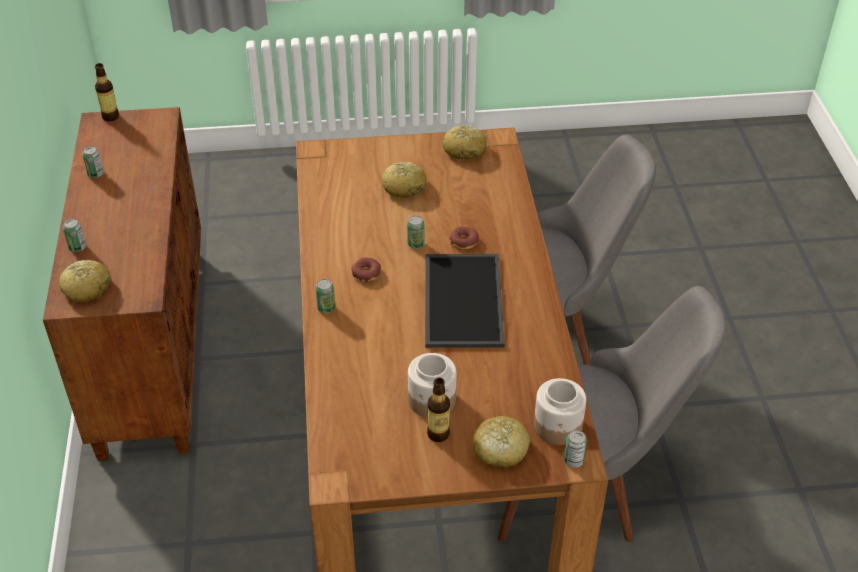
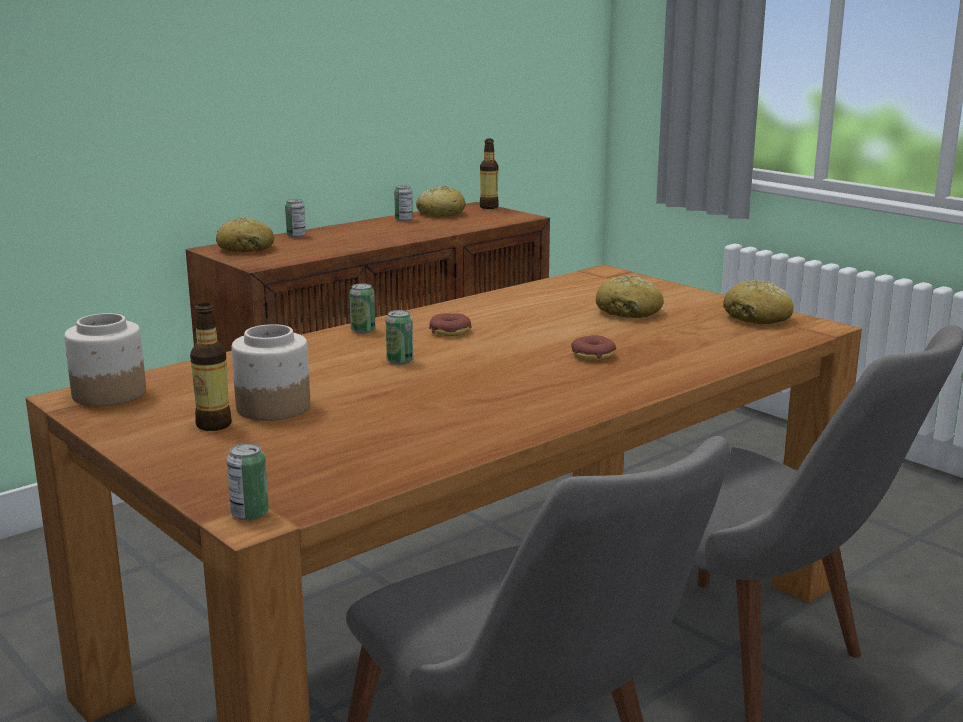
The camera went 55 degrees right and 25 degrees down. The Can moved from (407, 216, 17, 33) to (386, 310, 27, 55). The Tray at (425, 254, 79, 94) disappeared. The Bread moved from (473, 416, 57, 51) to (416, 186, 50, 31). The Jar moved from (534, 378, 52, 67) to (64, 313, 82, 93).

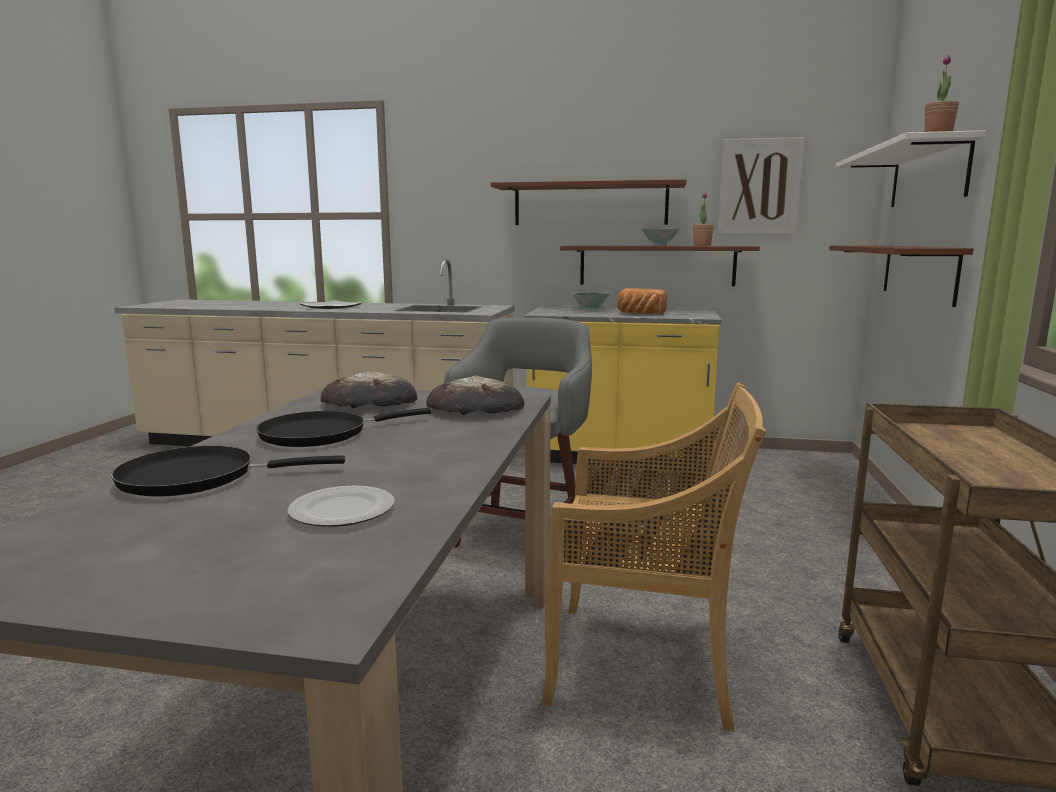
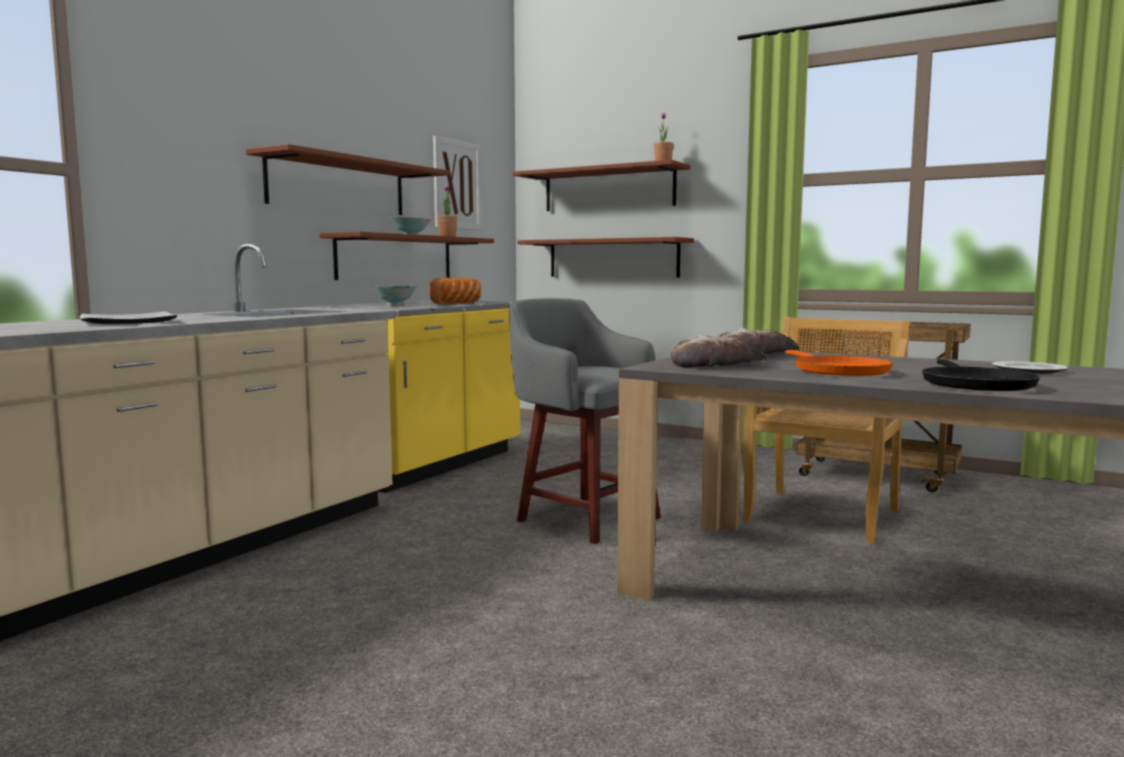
The camera went 70 degrees left and 5 degrees down. The BlackFryingPan at (256, 408, 175, 39) became the OrangeFryingPan at (786, 350, 107, 26). The WhiteShelf at (836, 130, 150, 77) became the BrownShelf at (512, 160, 178, 51).

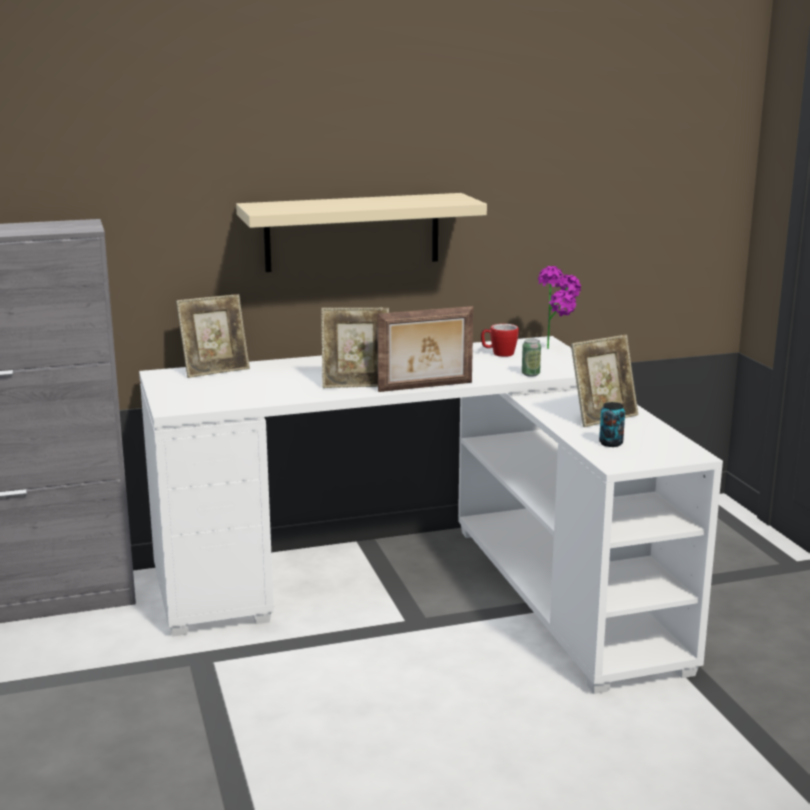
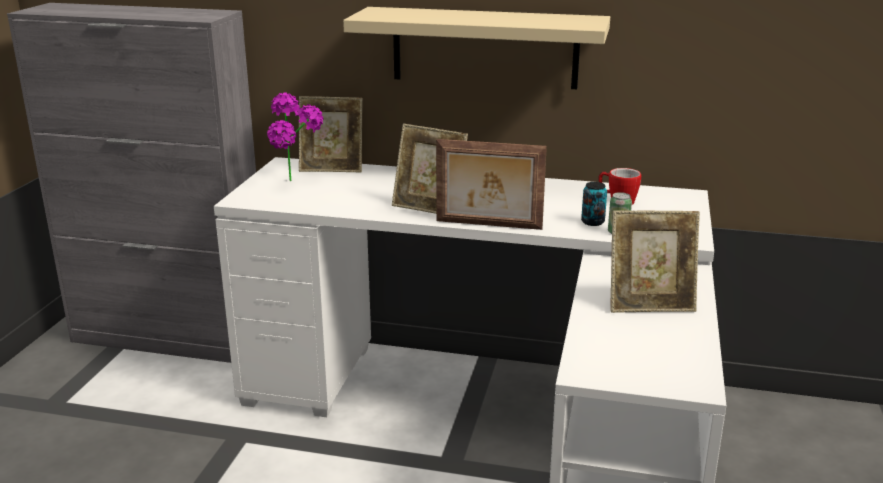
The camera went 30 degrees right and 5 degrees up. The PottedPlant moved from (538, 266, 43, 83) to (267, 93, 57, 88). The Can moved from (599, 402, 26, 45) to (581, 182, 26, 44).

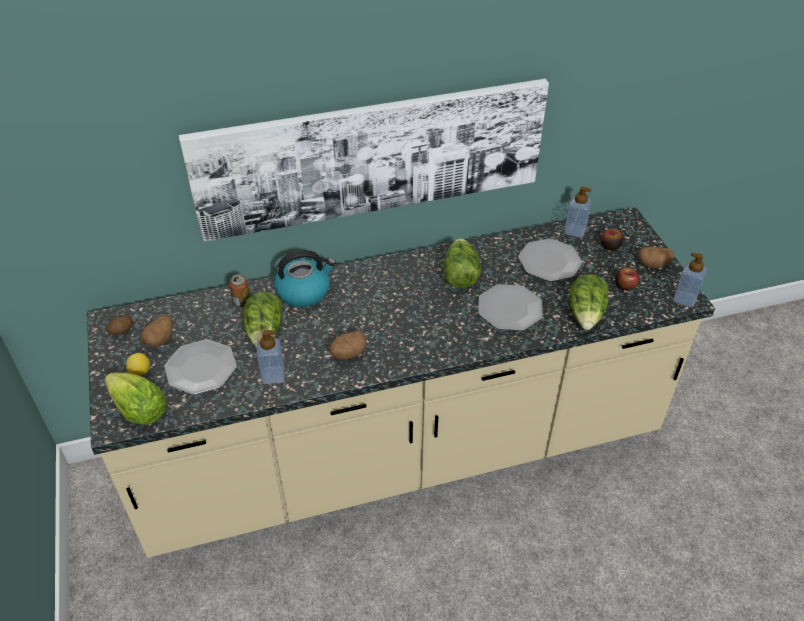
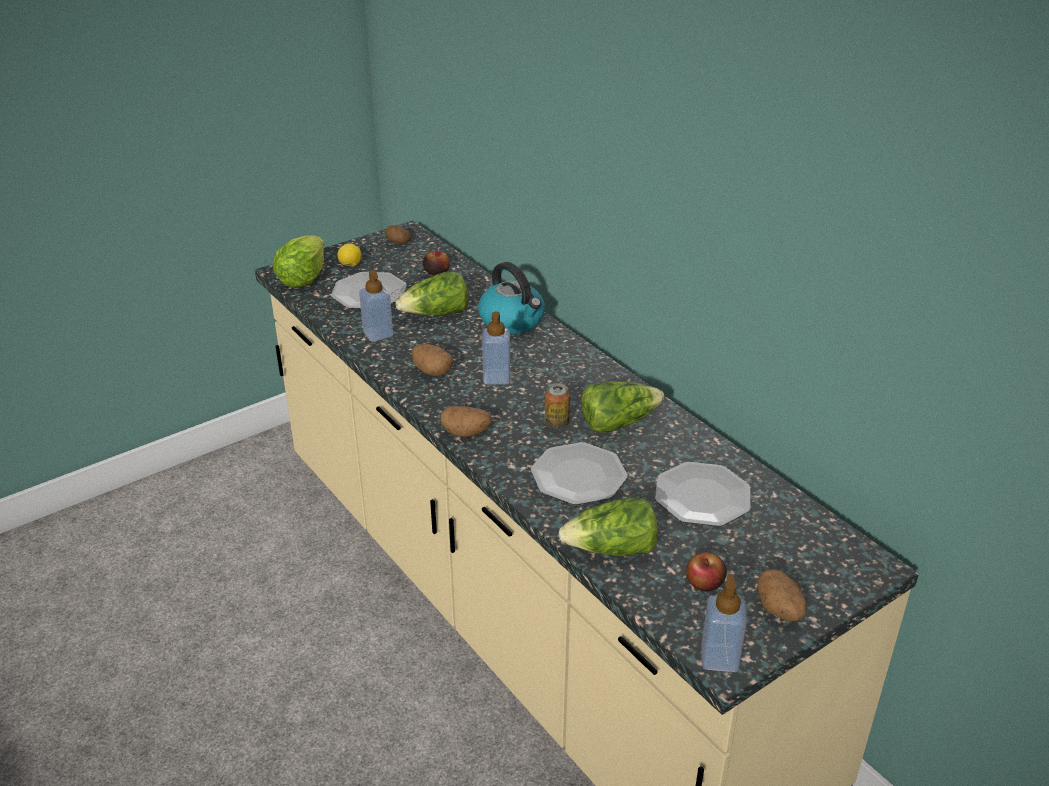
The camera went 70 degrees right and 10 degrees down. The Potato moved from (141, 315, 32, 32) to (440, 406, 51, 31). The Picture at (179, 79, 370, 163) disappeared. The Can moved from (229, 274, 21, 33) to (545, 383, 25, 46). The SoapDispenser moved from (565, 186, 26, 52) to (482, 312, 28, 73). The Apple moved from (600, 229, 23, 22) to (423, 251, 27, 24).

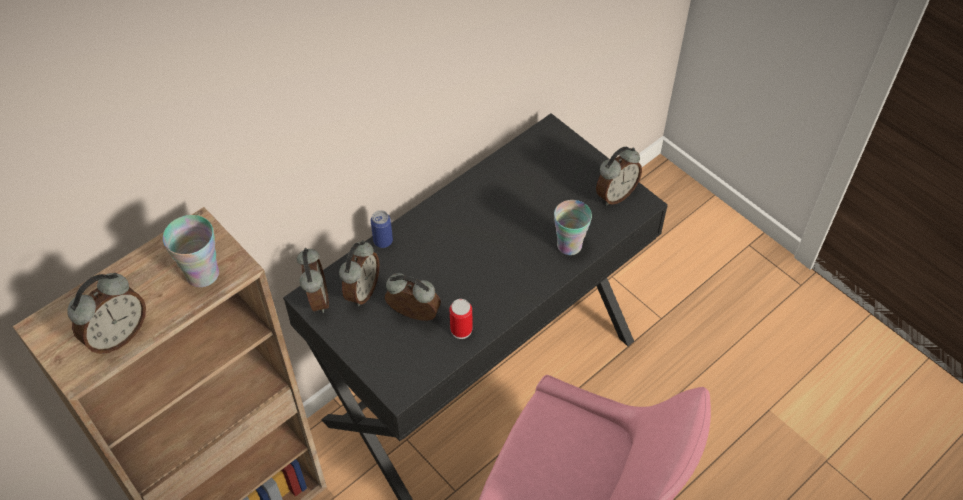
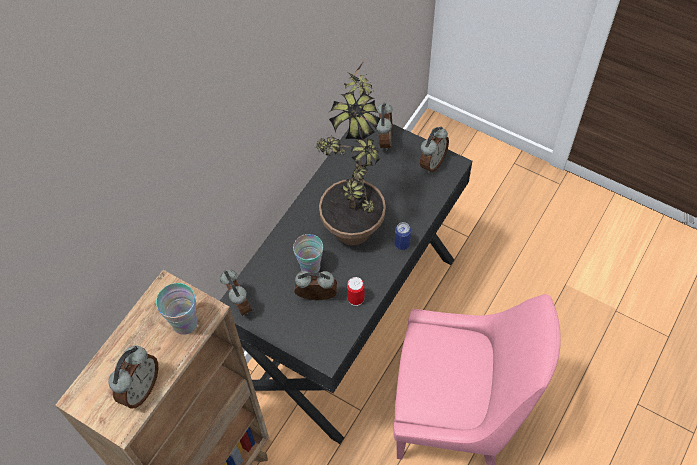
The camera went 15 degrees left and 5 degrees up. The AlarmClock moved from (339, 240, 40, 66) to (376, 102, 17, 49). The Can moved from (371, 210, 22, 38) to (395, 222, 16, 28). The Cup moved from (554, 200, 38, 55) to (293, 234, 30, 38). The PottedPlant at (316, 59, 70, 186) appeared.

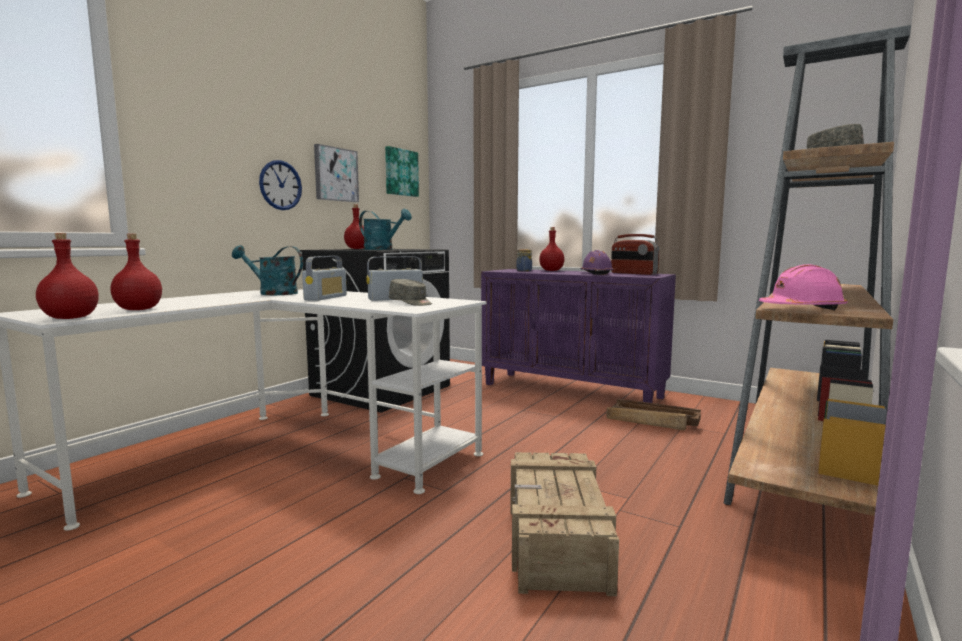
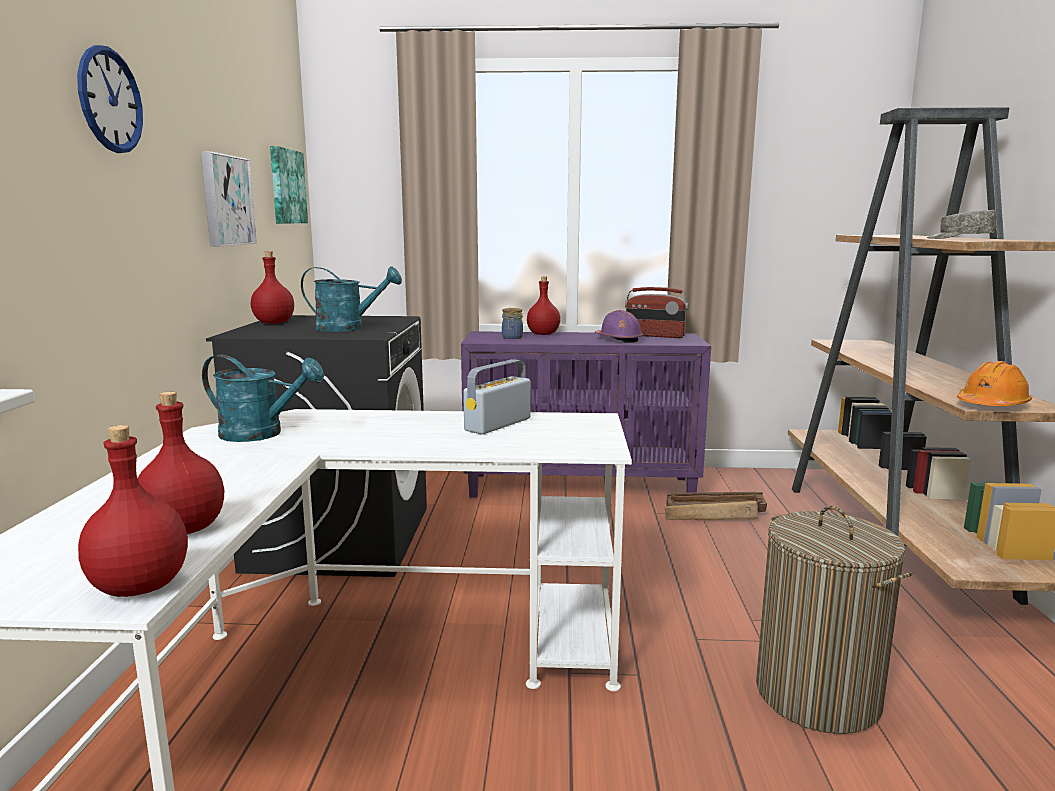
The camera went 30 degrees left and 5 degrees up. The TurquoiseWateringCan at (232, 245, 71, 50) turned 150 degrees counterclockwise. The WallClock moved from (259, 160, 43, 50) to (77, 45, 66, 108). The Radio at (302, 256, 45, 45) disappeared. The GreyCap at (389, 279, 43, 27) disappeared. The Crate at (510, 452, 109, 144) was replaced by the LaundryBasket at (756, 506, 156, 228). The PinkHardHat at (759, 264, 89, 47) became the OrangeHardHat at (957, 361, 75, 45).

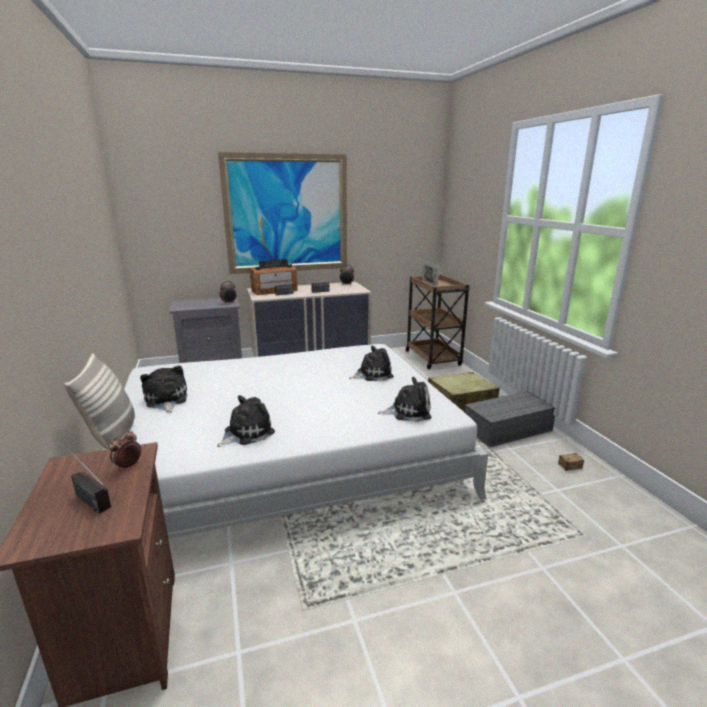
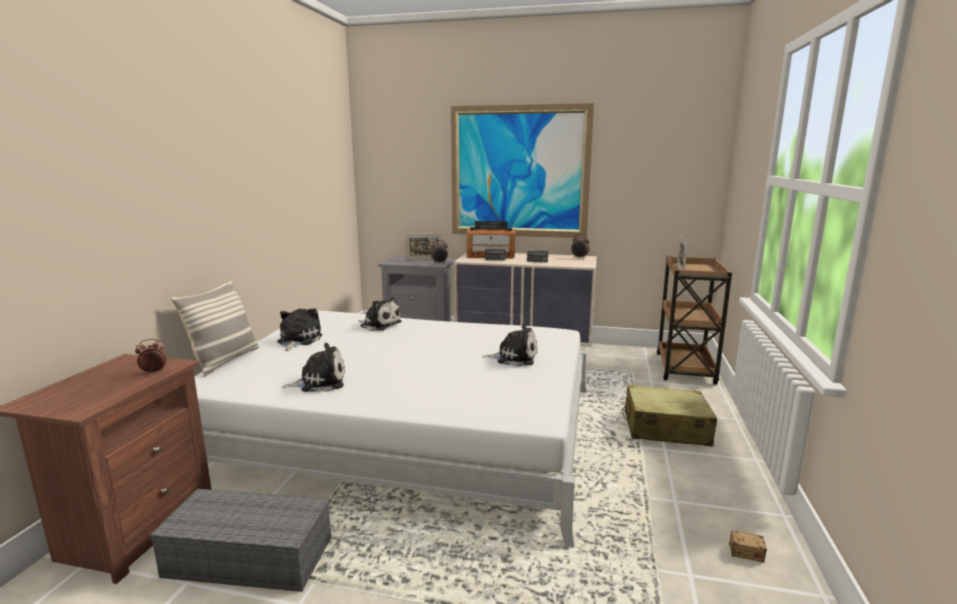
The camera went 30 degrees right and 5 degrees down. The Radio at (65, 447, 46, 67) disappeared. The PlushToy moved from (378, 377, 53, 45) to (358, 297, 44, 34). The GreyStorageBox moved from (465, 391, 90, 56) to (150, 489, 181, 103). The PictureFrame at (405, 234, 37, 26) appeared.

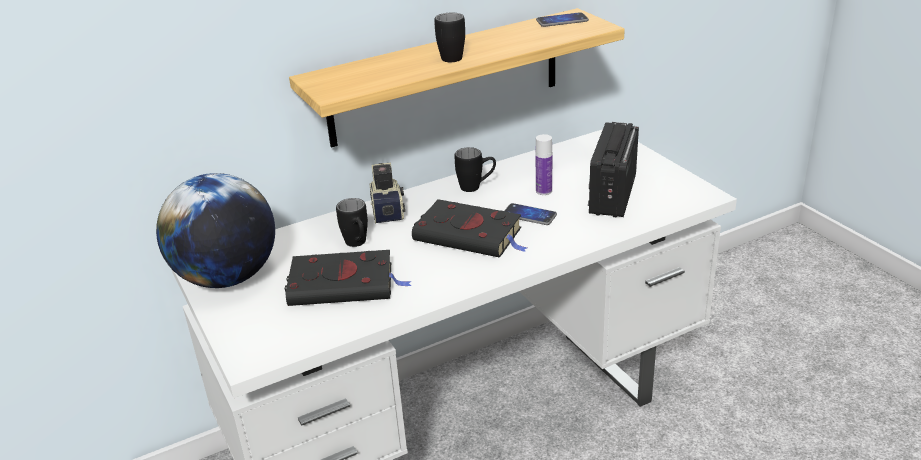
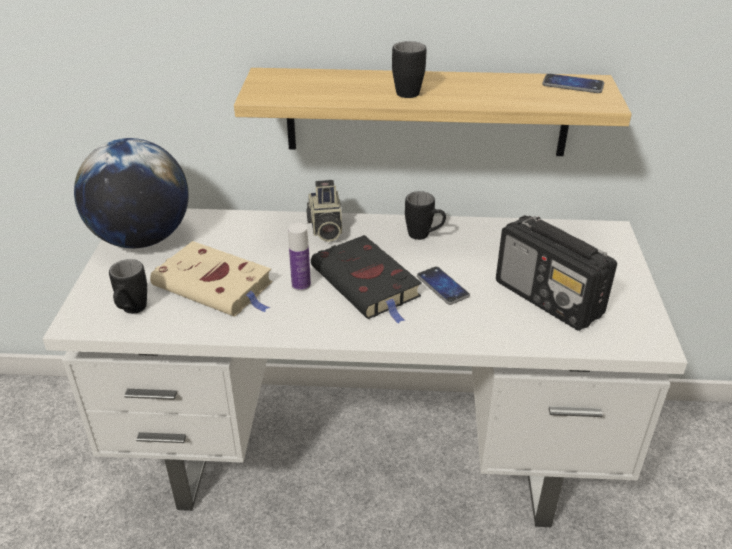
The camera went 30 degrees right and 5 degrees up. The BlackBook at (285, 250, 126, 56) became the BeigeBook at (150, 241, 122, 76). The BlackMug moved from (336, 198, 32, 49) to (109, 259, 38, 55). The PhotoCamera at (370, 162, 35, 62) turned 150 degrees clockwise. The Bottle moved from (536, 134, 16, 61) to (288, 223, 23, 68). The Radio at (588, 122, 51, 96) turned 90 degrees counterclockwise.

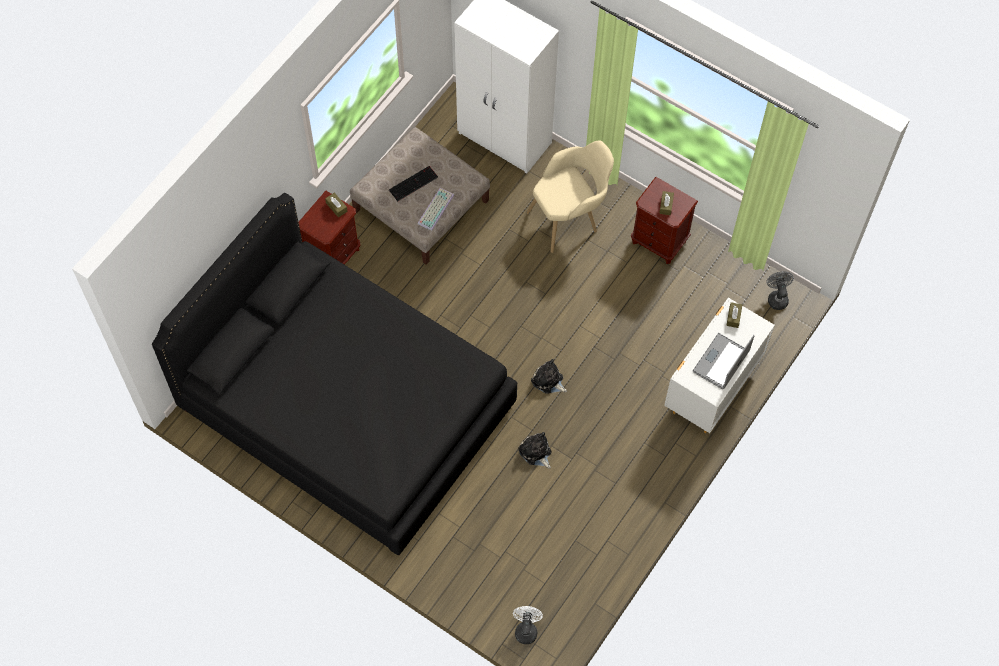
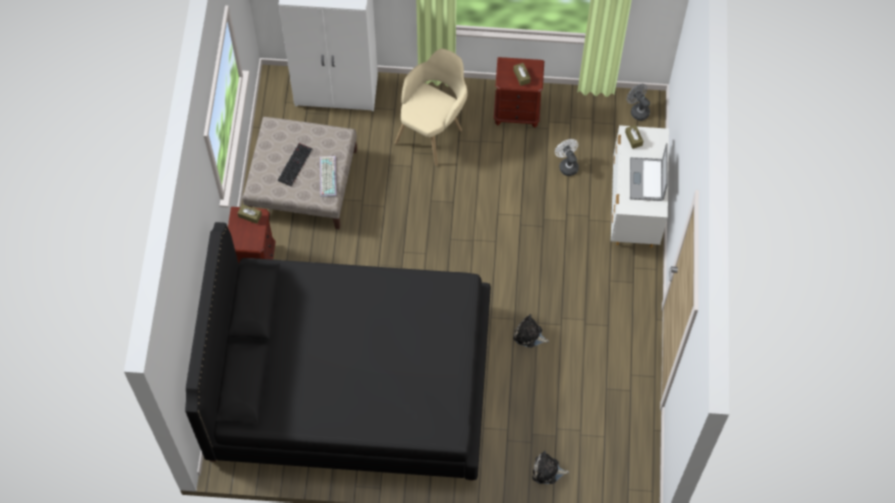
The camera went 30 degrees left and 0 degrees up. The WhiteFan moved from (513, 606, 30, 38) to (555, 139, 24, 37). The PlushToy moved from (531, 359, 36, 35) to (532, 451, 37, 33).

